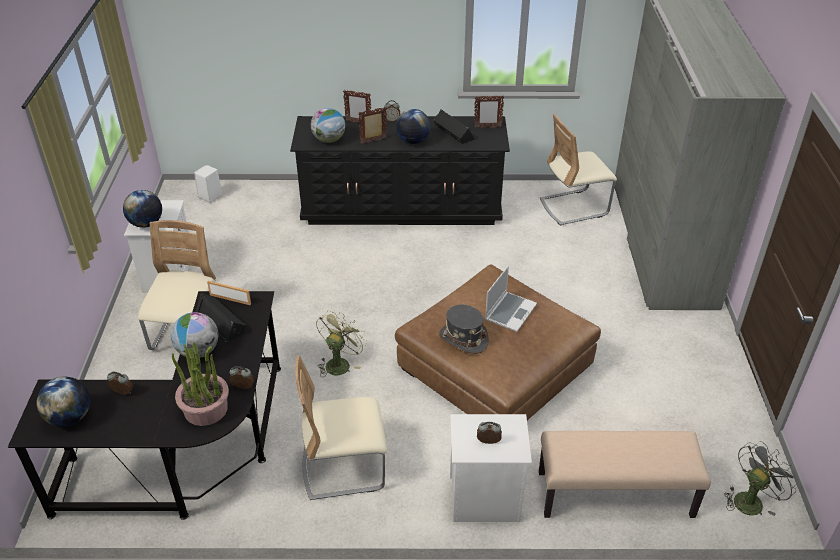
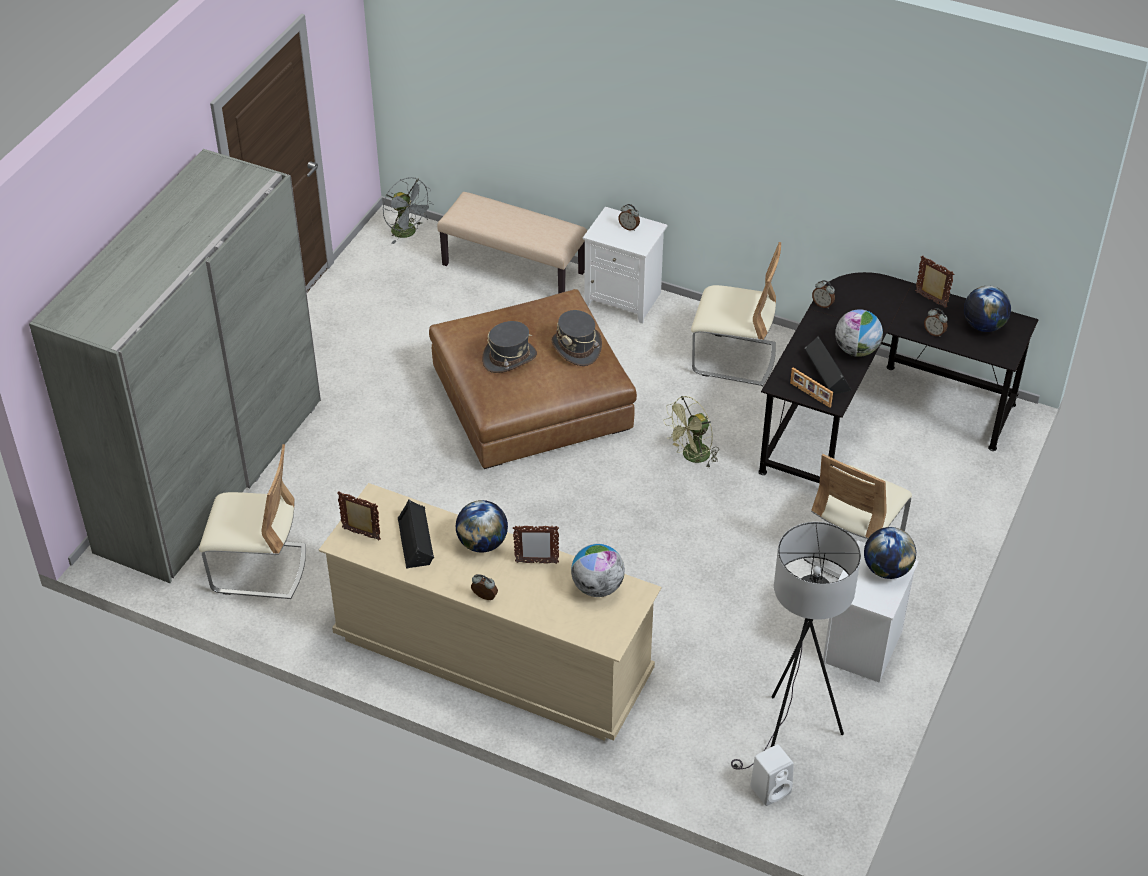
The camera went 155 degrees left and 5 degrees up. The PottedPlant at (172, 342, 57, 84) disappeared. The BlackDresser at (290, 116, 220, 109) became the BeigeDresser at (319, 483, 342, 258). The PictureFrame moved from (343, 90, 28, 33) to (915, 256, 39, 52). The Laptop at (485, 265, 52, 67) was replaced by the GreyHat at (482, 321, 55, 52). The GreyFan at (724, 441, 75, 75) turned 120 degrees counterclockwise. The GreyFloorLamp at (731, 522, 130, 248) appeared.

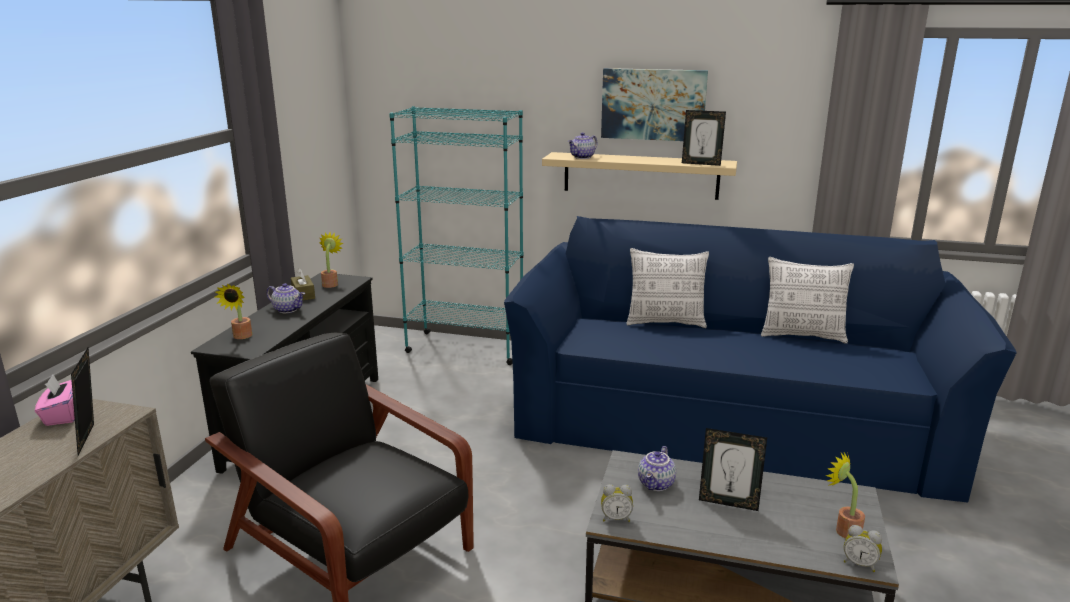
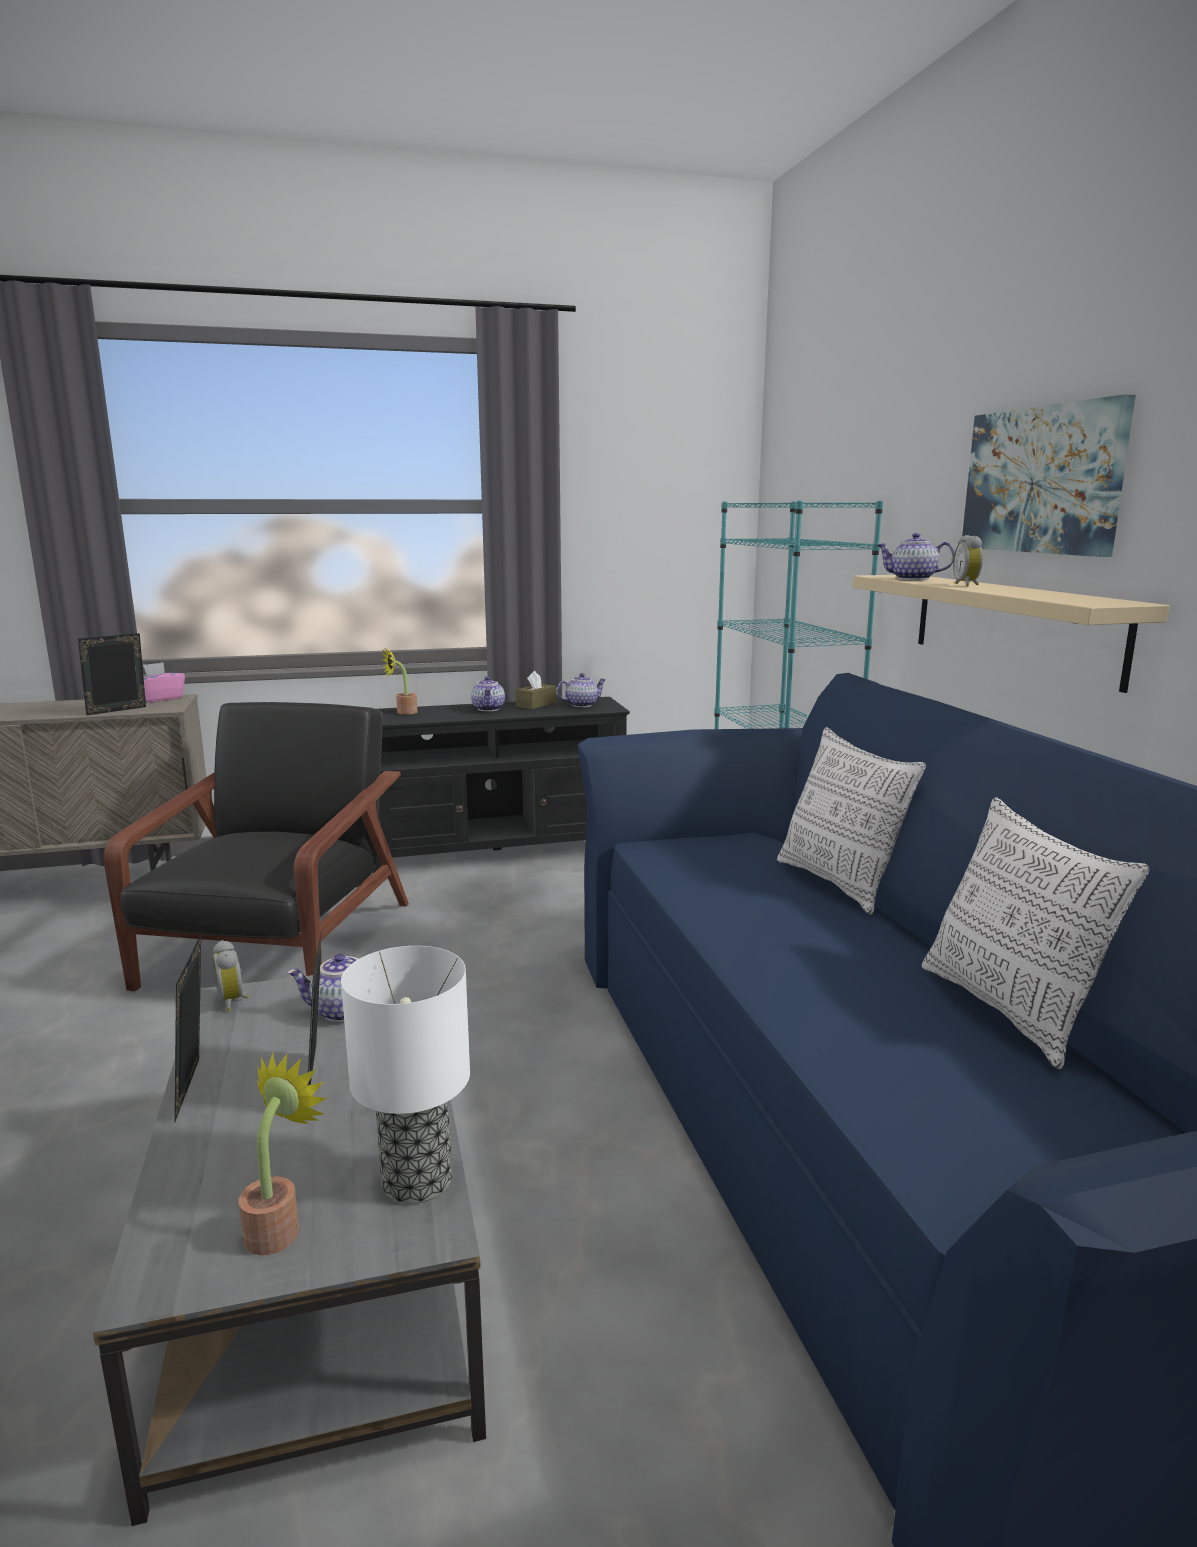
The camera went 60 degrees right and 5 degrees down. The PottedPlant at (319, 232, 24, 56) was replaced by the Teapot at (556, 673, 50, 34). The PictureFrame moved from (682, 110, 44, 56) to (175, 935, 26, 186). The AlarmClock moved from (844, 525, 38, 47) to (953, 535, 30, 52). The TableLamp at (341, 946, 129, 258) appeared.

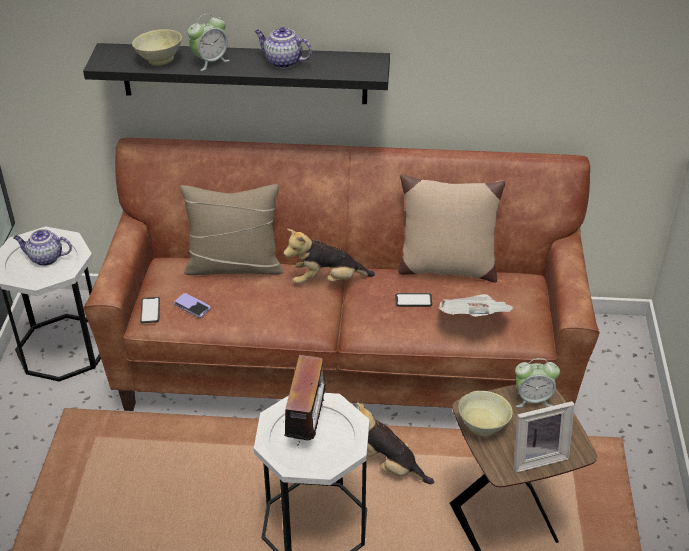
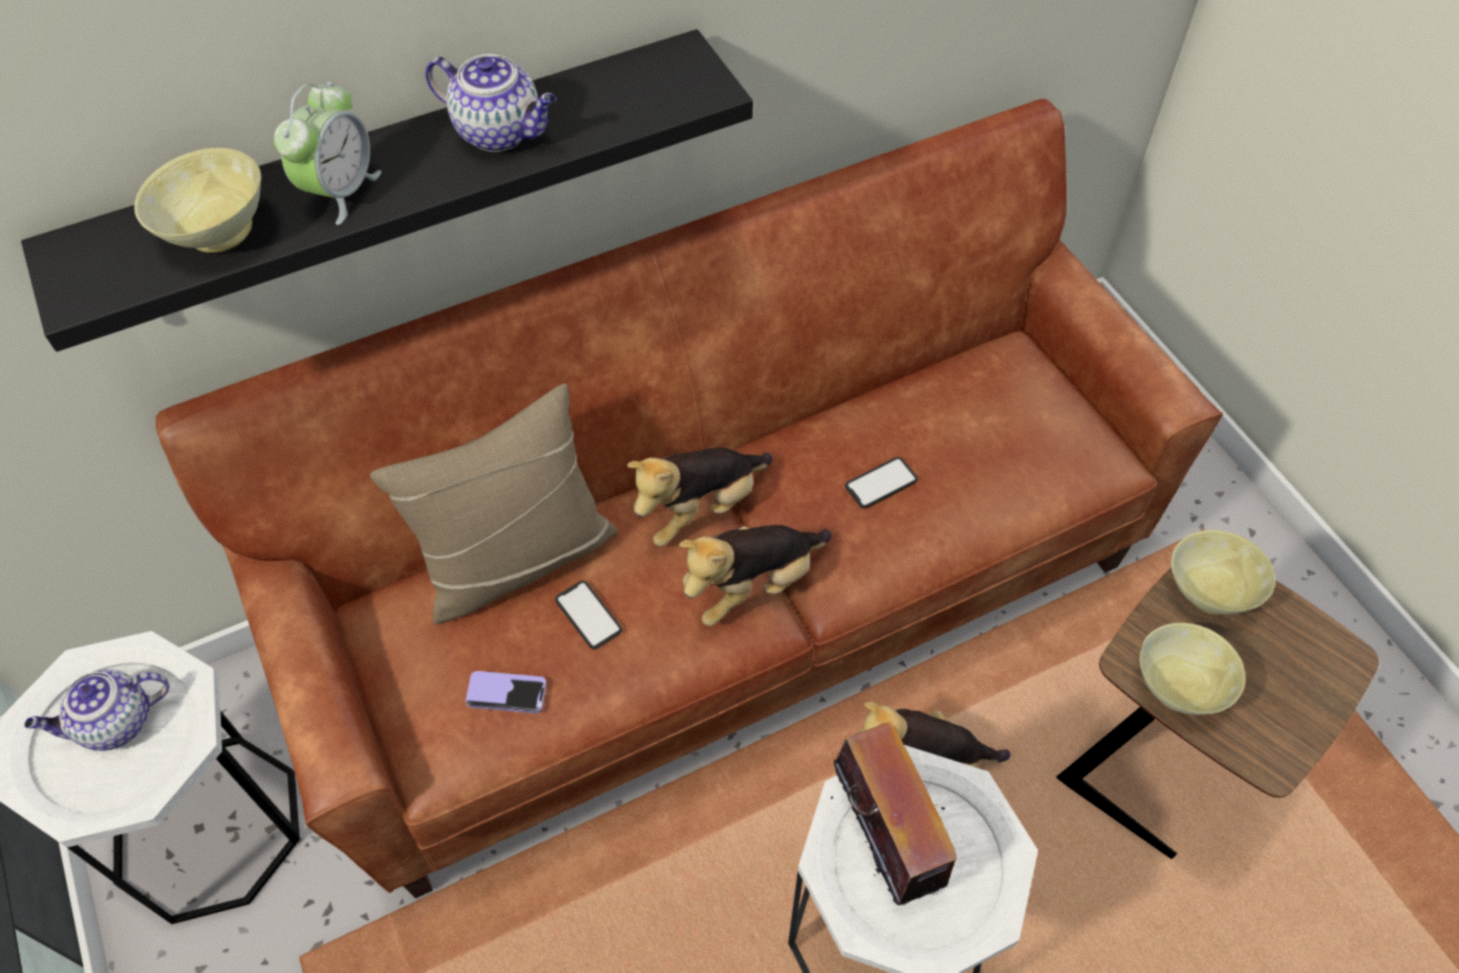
The camera went 30 degrees left and 15 degrees up. The Phone moved from (140, 297, 20, 26) to (555, 580, 67, 69). The Teapot at (254, 27, 58, 41) turned 150 degrees counterclockwise. The BeigePillow at (398, 174, 107, 109) disappeared. The Newspaper at (439, 294, 75, 23) disappeared. The PictureFrame at (514, 401, 60, 72) disappeared. The AlarmClock at (515, 358, 45, 49) was replaced by the BeigeBowl at (1171, 530, 104, 85). The PlushToy at (679, 525, 153, 101) appeared.

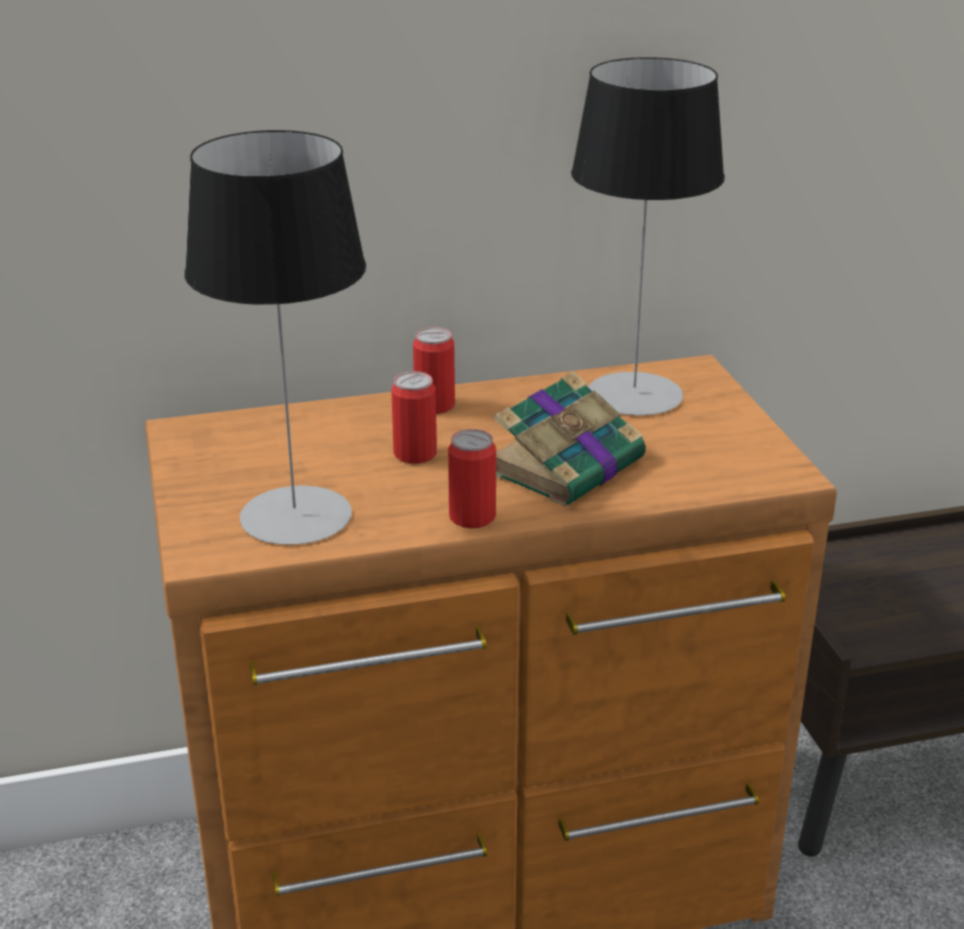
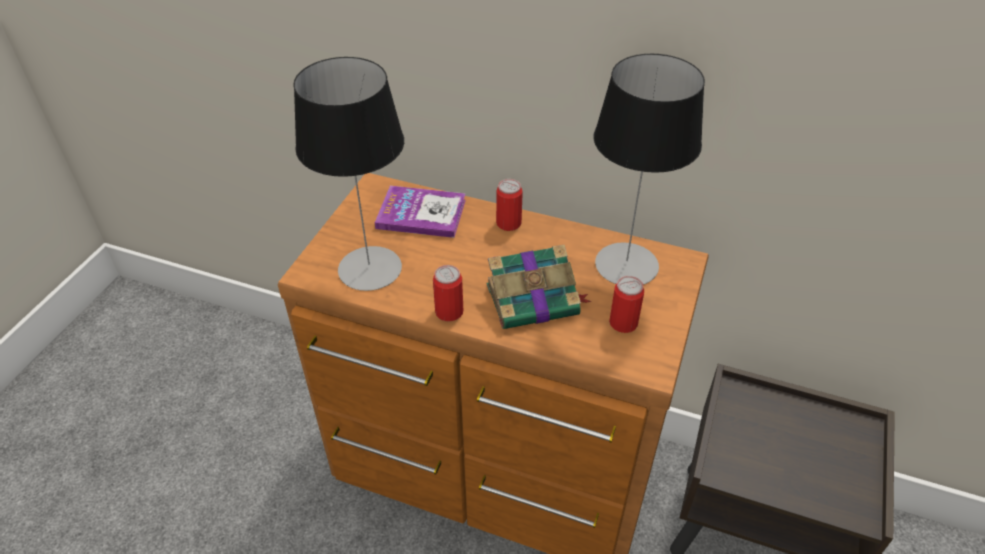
The camera went 35 degrees right and 15 degrees up. The Can moved from (391, 371, 46, 92) to (609, 276, 35, 57). The Book at (375, 186, 91, 52) appeared.

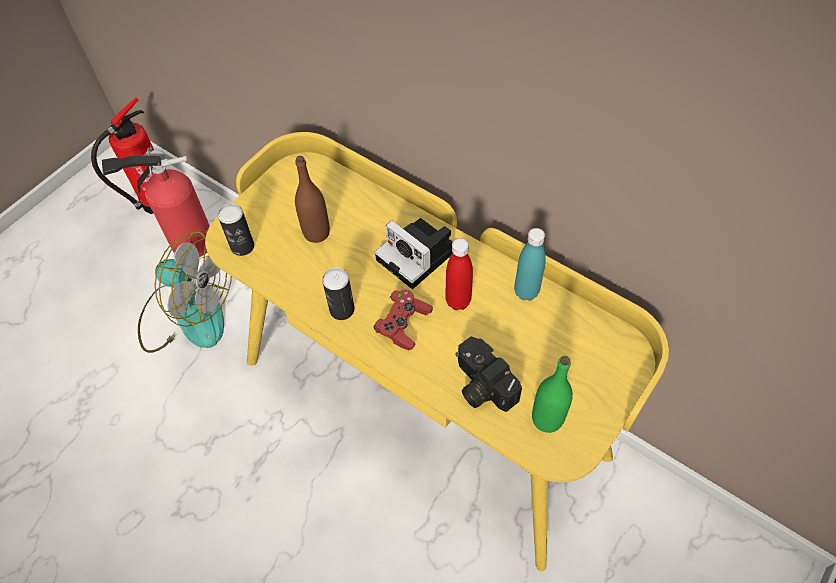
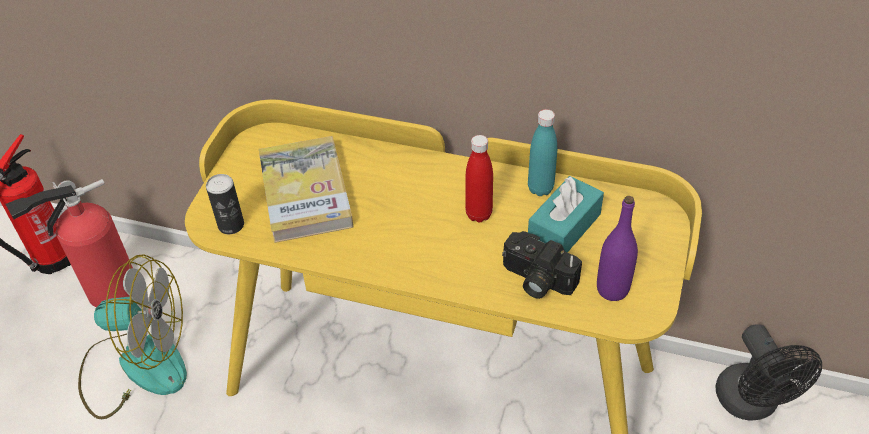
The camera went 20 degrees left and 10 degrees down. The BrownBottle at (295, 156, 35, 87) was replaced by the Book at (259, 136, 95, 107). The Can at (322, 268, 33, 52) disappeared. The RedGameController at (374, 290, 59, 61) disappeared. The PhotoCamera at (375, 218, 78, 71) disappeared. The GreenBottle at (532, 356, 41, 77) became the PurpleBottle at (597, 196, 41, 105). The TurquoiseTissueBox at (528, 176, 76, 77) appeared. The BlackFan at (716, 324, 106, 97) appeared.

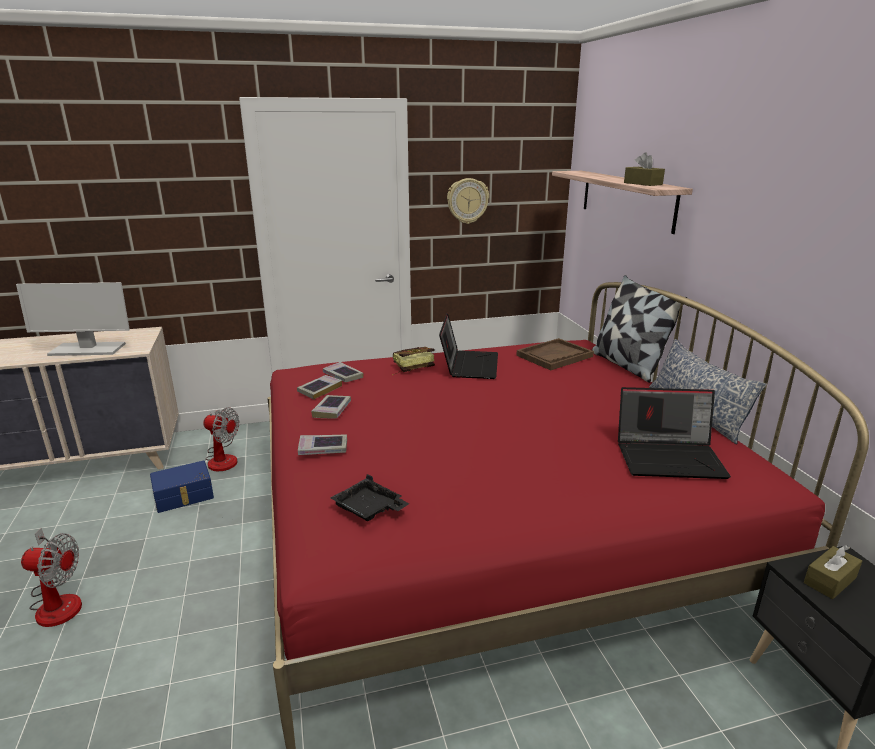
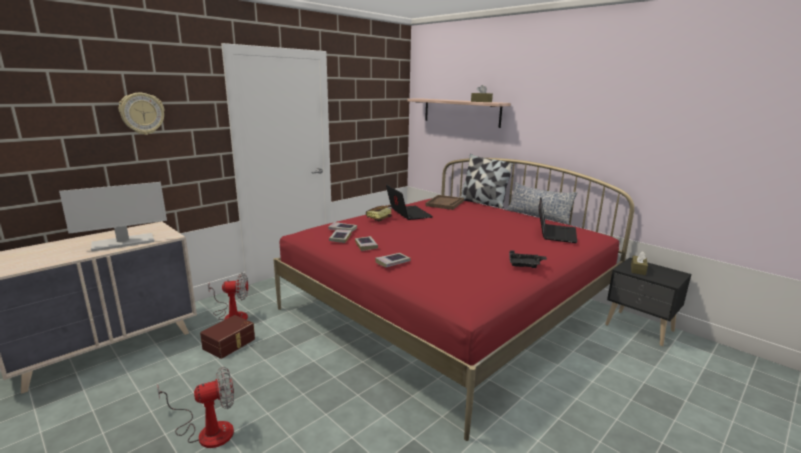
The camera went 30 degrees left and 5 degrees down. The BlueStorageBox at (150, 460, 64, 53) became the BrownStorageBox at (200, 315, 55, 44). The BlackTray moved from (330, 474, 79, 47) to (509, 250, 38, 18). The WallClock moved from (447, 178, 42, 46) to (119, 93, 46, 42). The Laptop at (618, 387, 113, 92) turned 45 degrees counterclockwise.

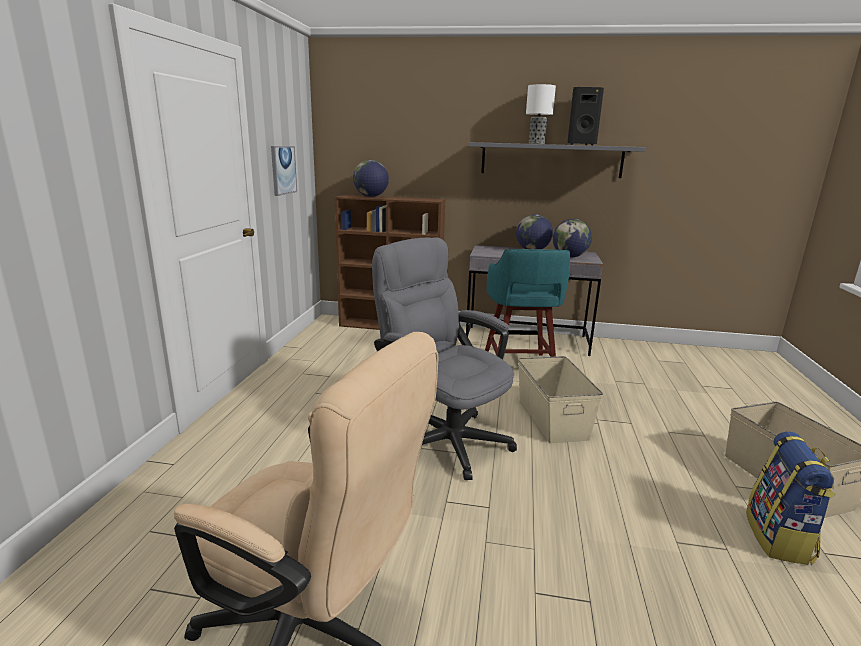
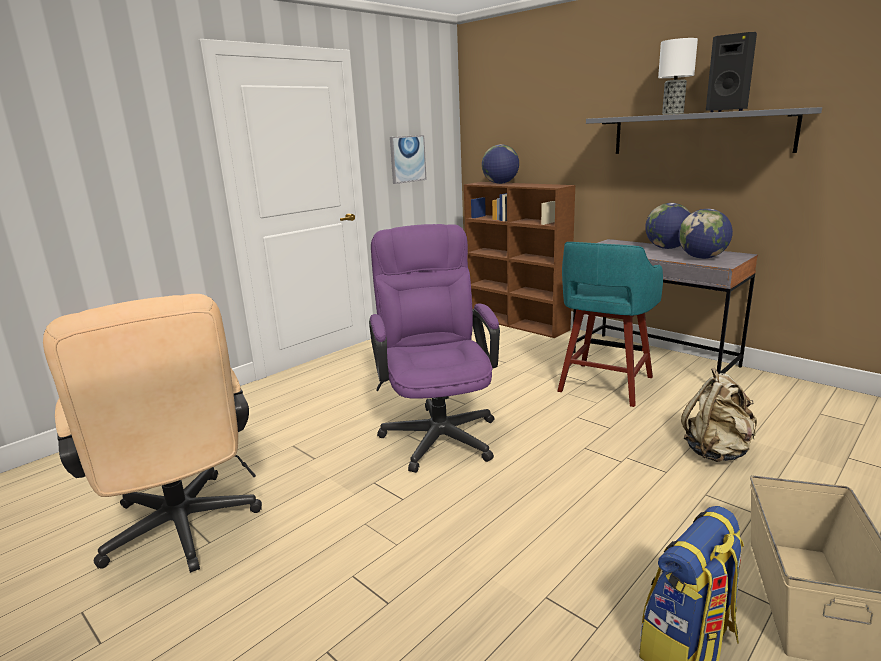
The camera went 35 degrees right and 0 degrees up. The GreyOfficeChair at (372, 237, 145, 243) became the PurpleOfficeChair at (369, 224, 131, 249). The BeigeStorageBox at (518, 356, 85, 87) disappeared. The BeigeBackpack at (681, 368, 76, 94) appeared.

